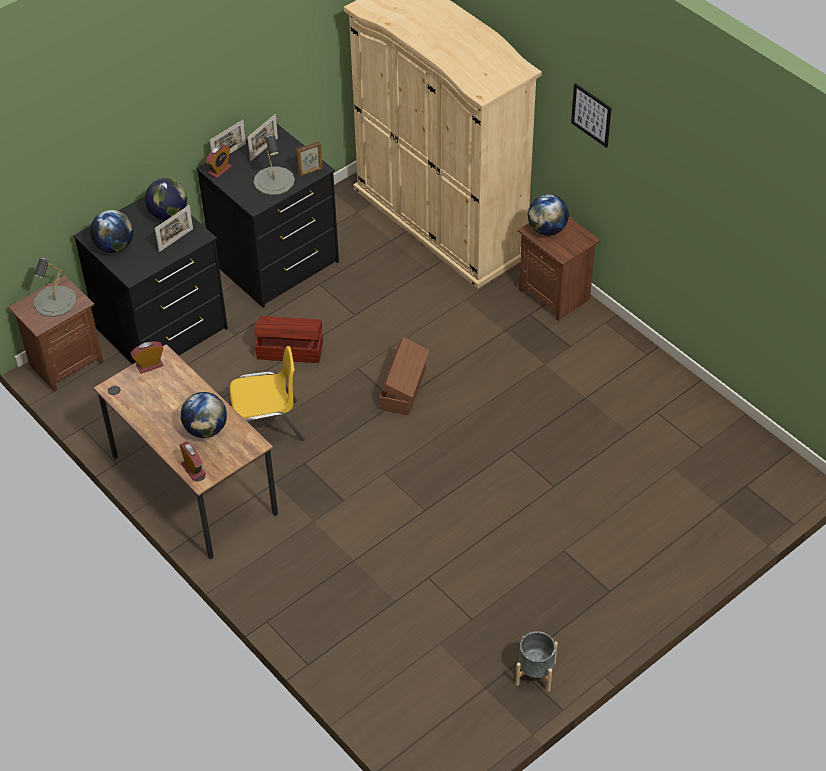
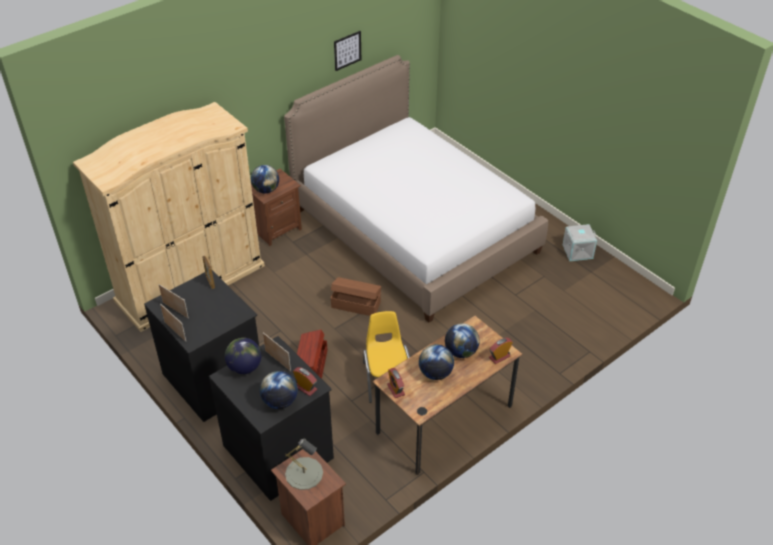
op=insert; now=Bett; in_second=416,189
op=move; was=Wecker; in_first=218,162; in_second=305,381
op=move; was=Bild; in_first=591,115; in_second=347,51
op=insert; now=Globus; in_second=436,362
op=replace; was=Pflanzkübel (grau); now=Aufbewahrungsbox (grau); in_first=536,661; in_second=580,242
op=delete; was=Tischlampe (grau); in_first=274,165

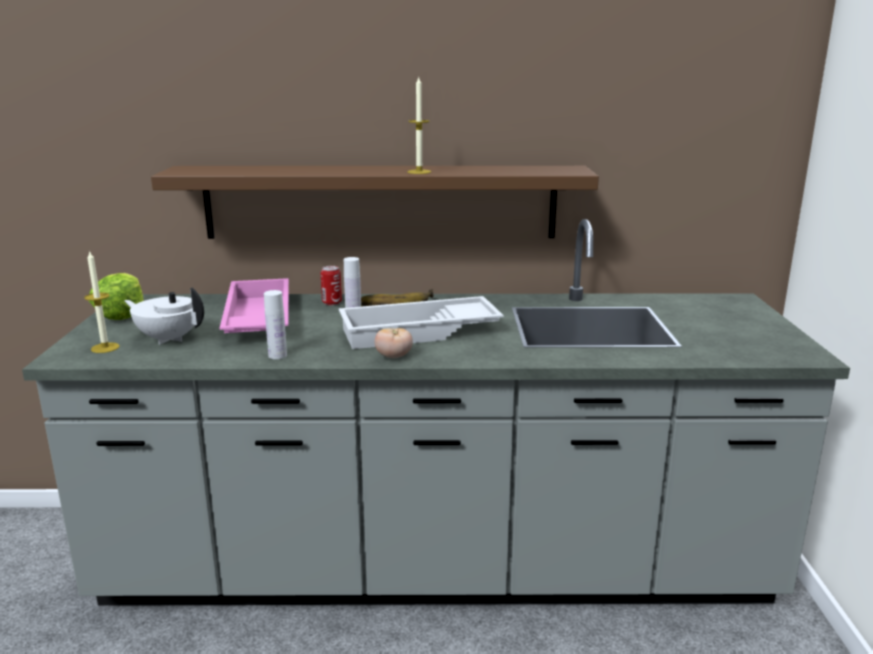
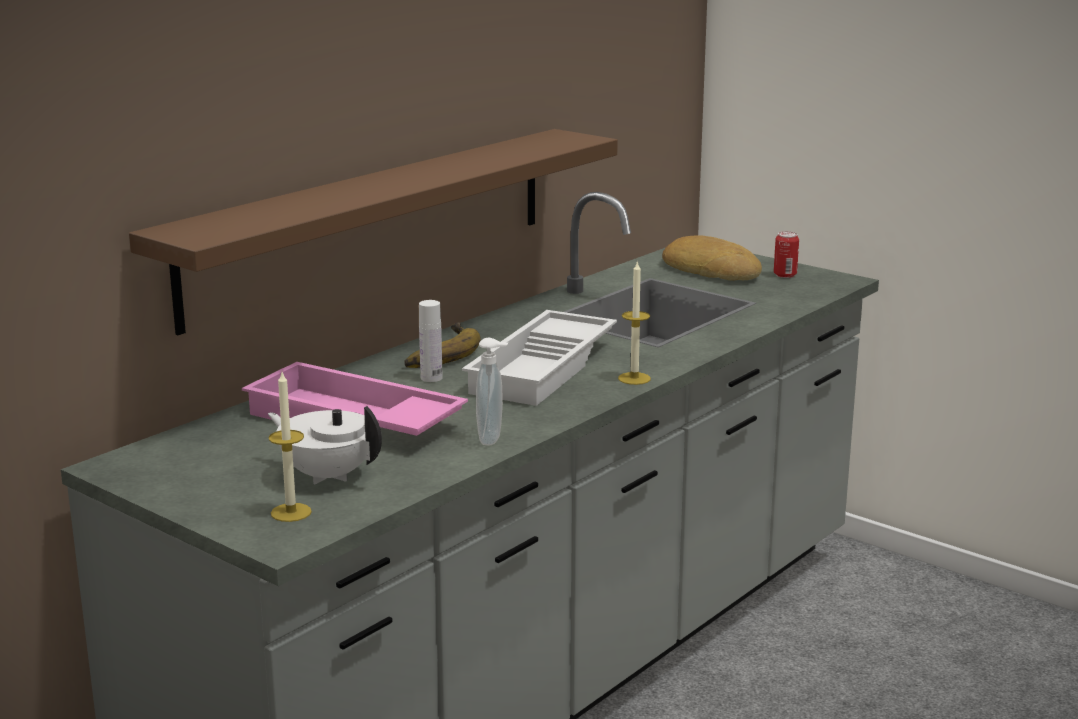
op=rotate; was=Teekanne (weiß); in_first=164,316; in_second=325,445; clockwise=60
op=replace; was=Flasche (weiß); now=Seifenspender; in_first=275,324; in_second=492,392
op=move; was=Kerze; in_first=419,125; in_second=634,323
op=insert; now=Brot; in_second=712,258
op=move; was=Dose; in_first=331,285; in_second=786,254
op=delete; was=Salatkopf; in_first=116,296
op=delete; was=Tomate; in_first=394,343

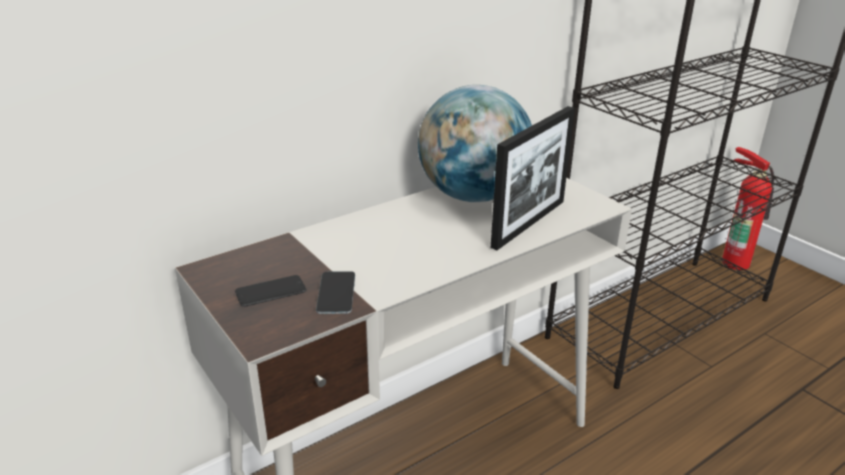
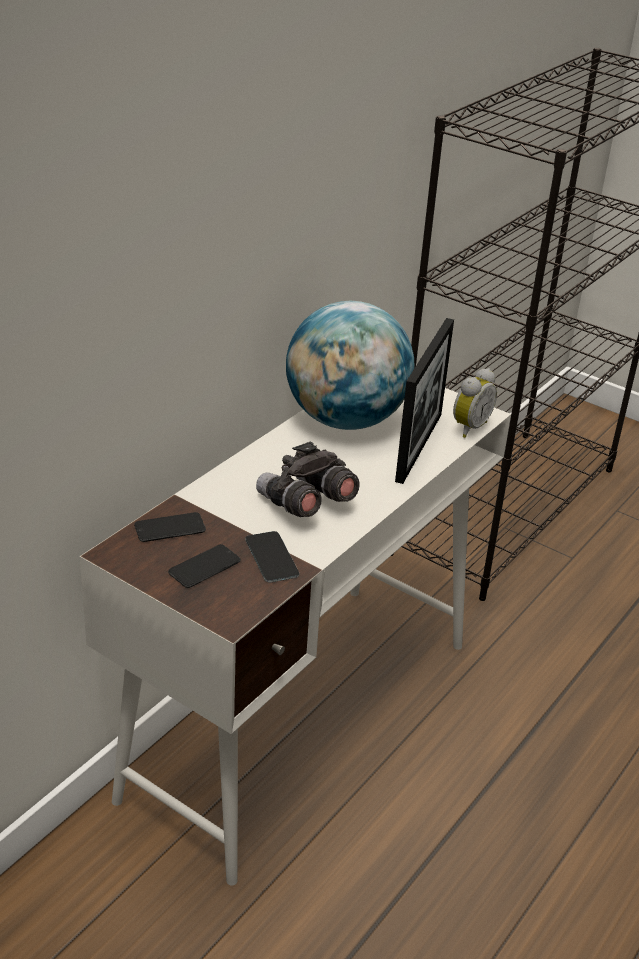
op=insert; now=Handy; in_second=170,527
op=insert; now=Fernglas (grau); in_second=308,479
op=insert; now=Wecker; in_second=475,403
op=delete; was=Feuerlöscher; in_first=748,208

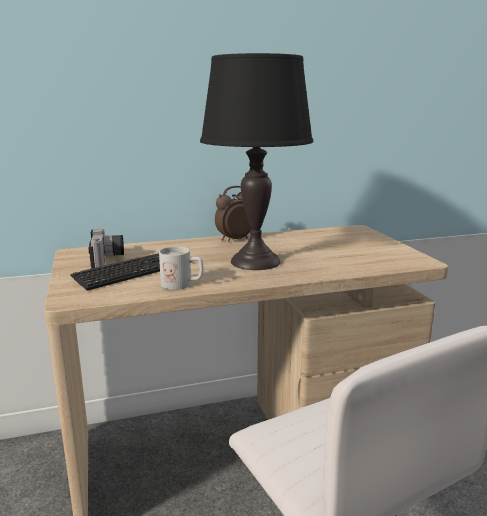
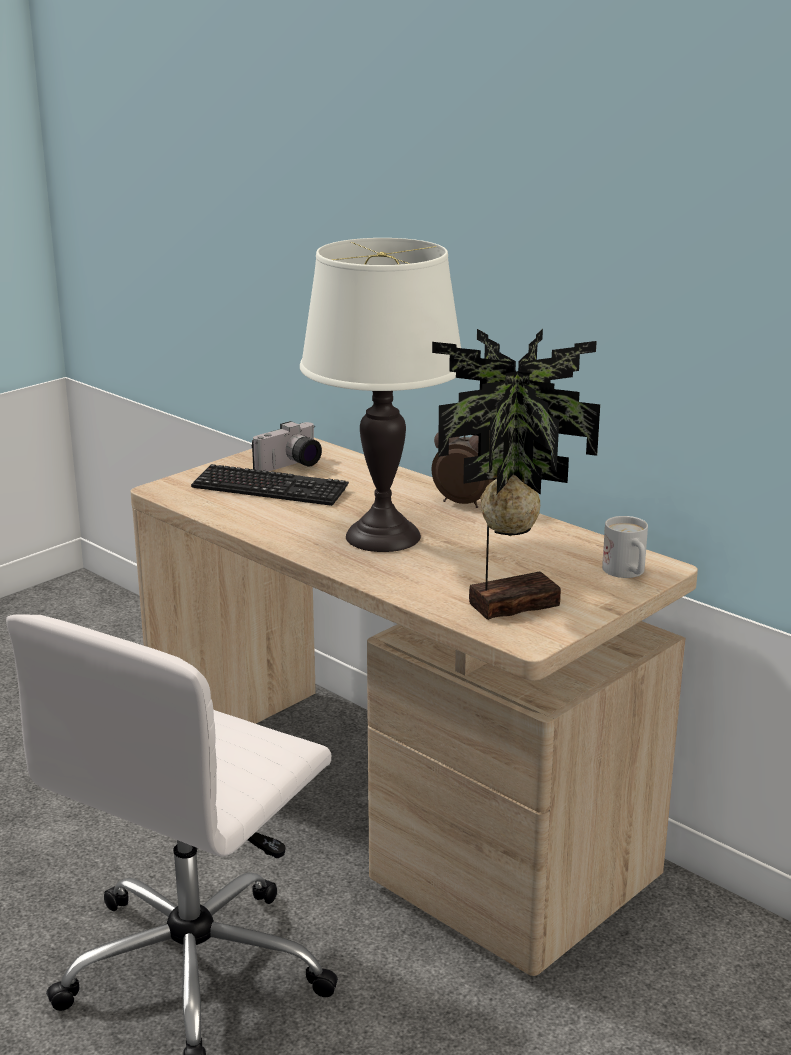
op=recolor; was=Tischlampe (schwarz); now=Tischlampe (weiß); in_first=257,161; in_second=380,395
op=insert; now=Topfpflanze; in_second=516,474
op=move; was=Henkelbecher (weiß); in_first=181,268; in_second=625,547

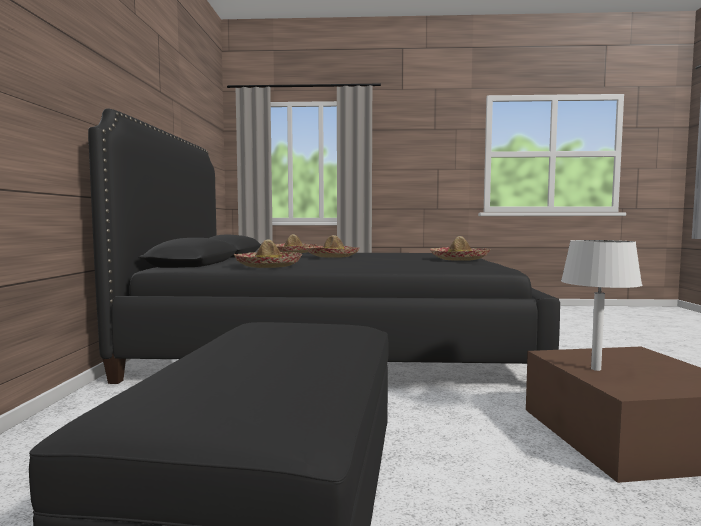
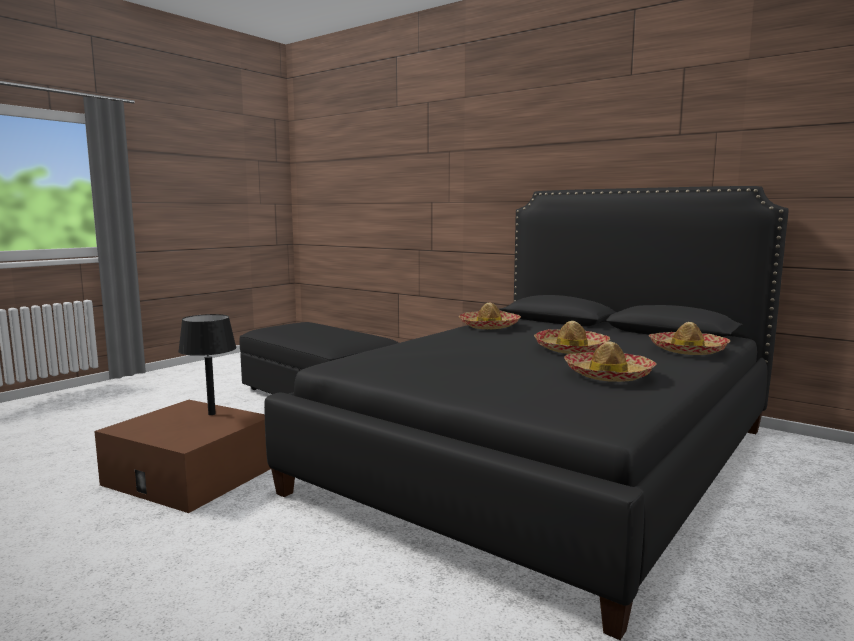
op=recolor; was=Tischlampe (weiß); now=Tischlampe (schwarz); in_first=601,305; in_second=207,364
op=move; was=Hut; in_first=460,248; in_second=610,361

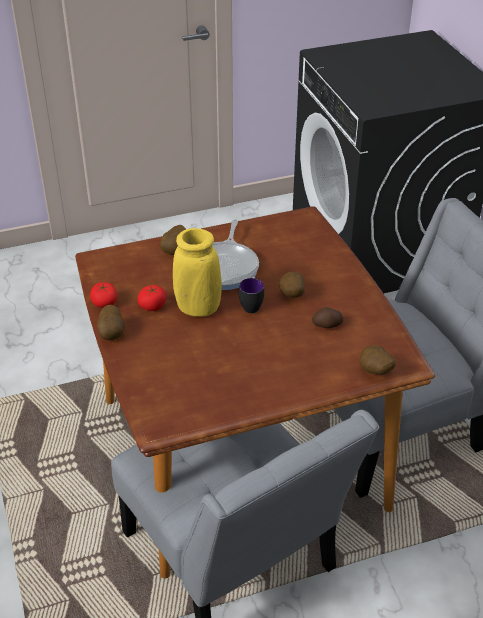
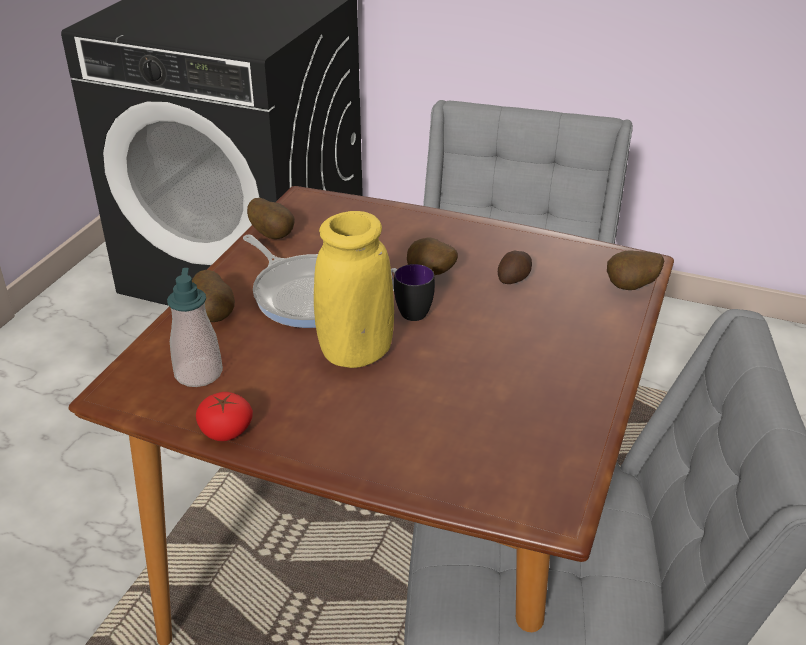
op=insert; now=Seifenspender; in_second=195,327
op=move; was=Kartoffel; in_first=111,322; in_second=271,218
op=delete; was=Tomate; in_first=151,298

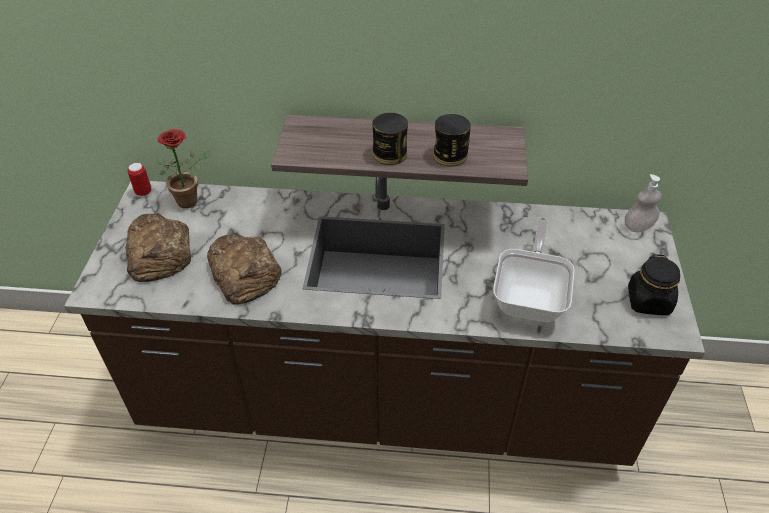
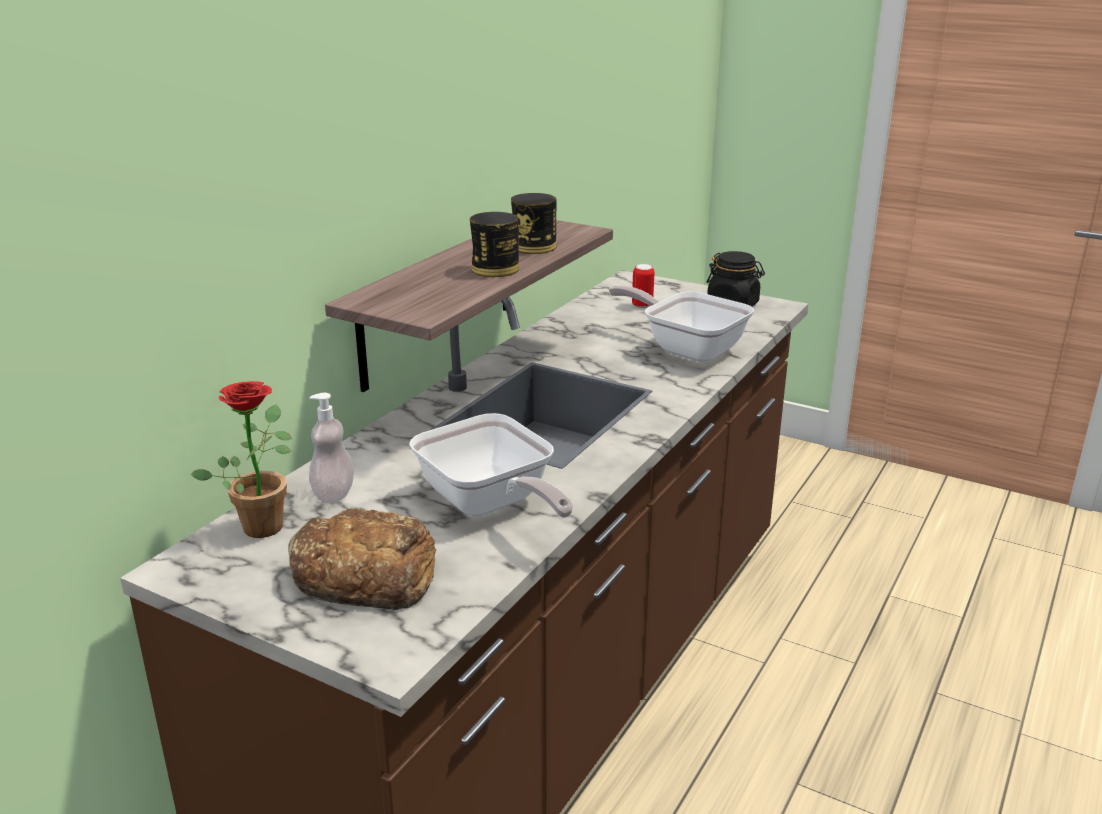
op=move; was=Seifenspender; in_first=643,203; in_second=331,448
op=replace; was=Brot; now=Pfanne; in_first=244,269; in_second=492,465
op=move; was=Dose; in_first=139,179; in_second=643,286

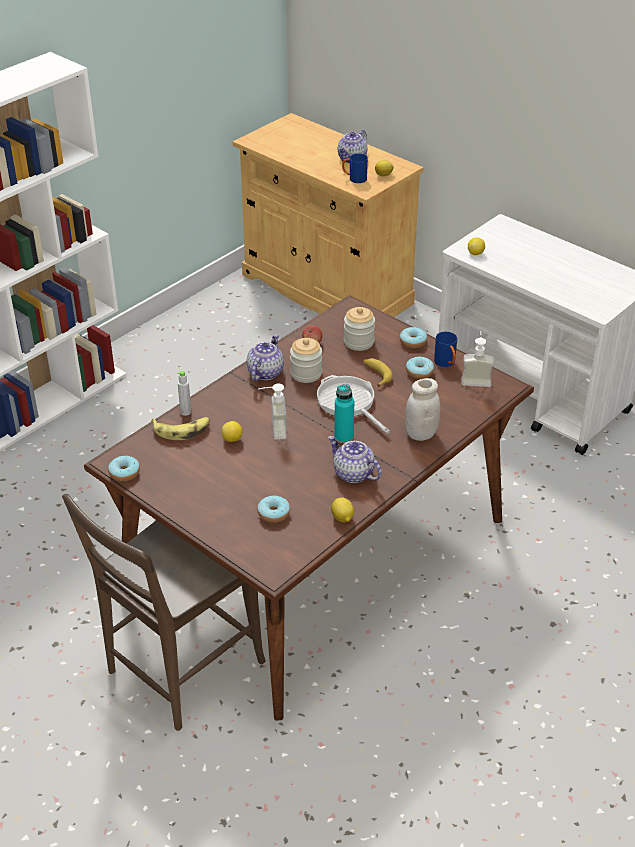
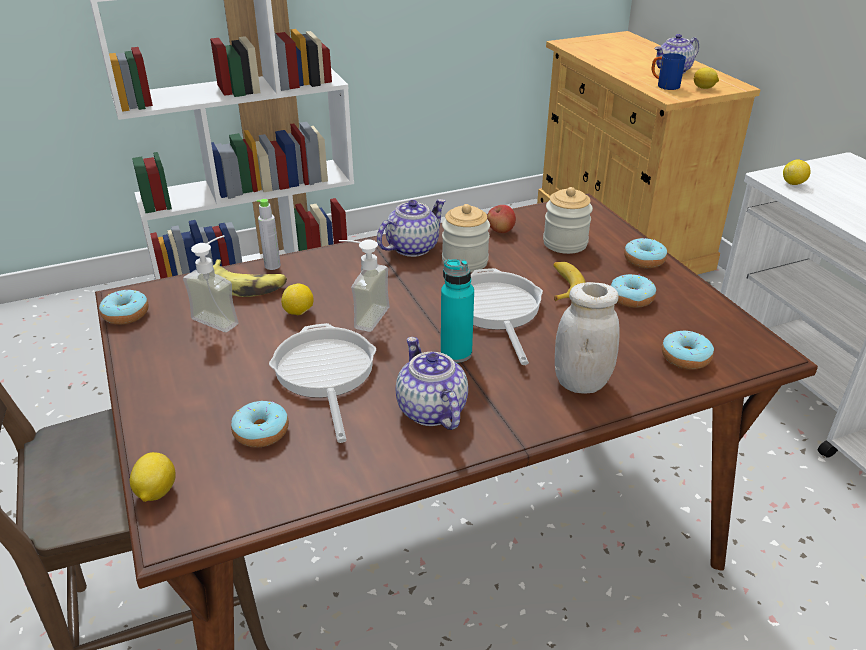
op=move; was=Zitrone; in_first=342,510; in_second=153,477
op=move; was=Seifenspender; in_first=477,358; in_second=211,283
op=insert; now=Pfanne; in_second=322,383
op=insert; now=Donut; in_second=688,350
op=delete; was=Henkelbecher (blau); in_first=445,349

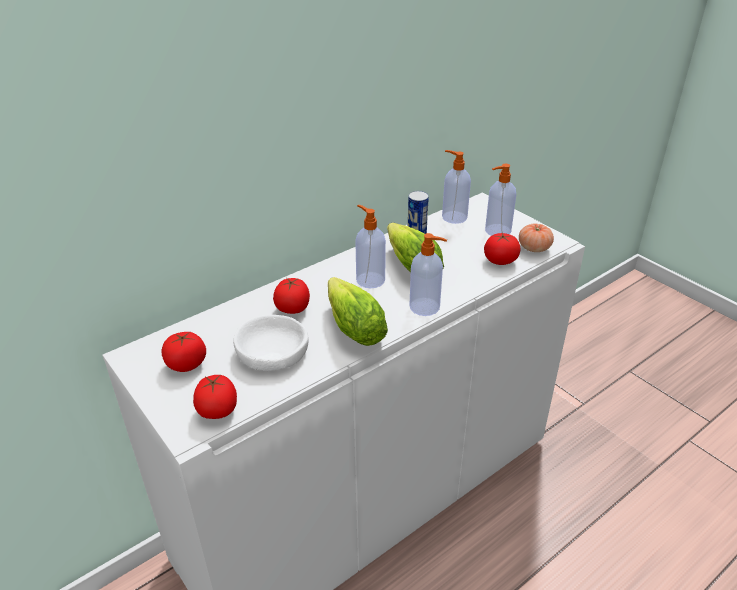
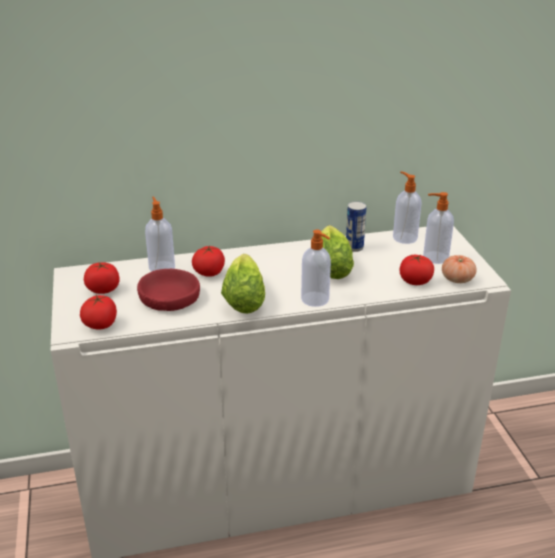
op=recolor; was=Schüssel (weiß); now=Schüssel (rot); in_first=271,343; in_second=168,290
op=move; was=Seifenspender; in_first=370,246; in_second=160,234

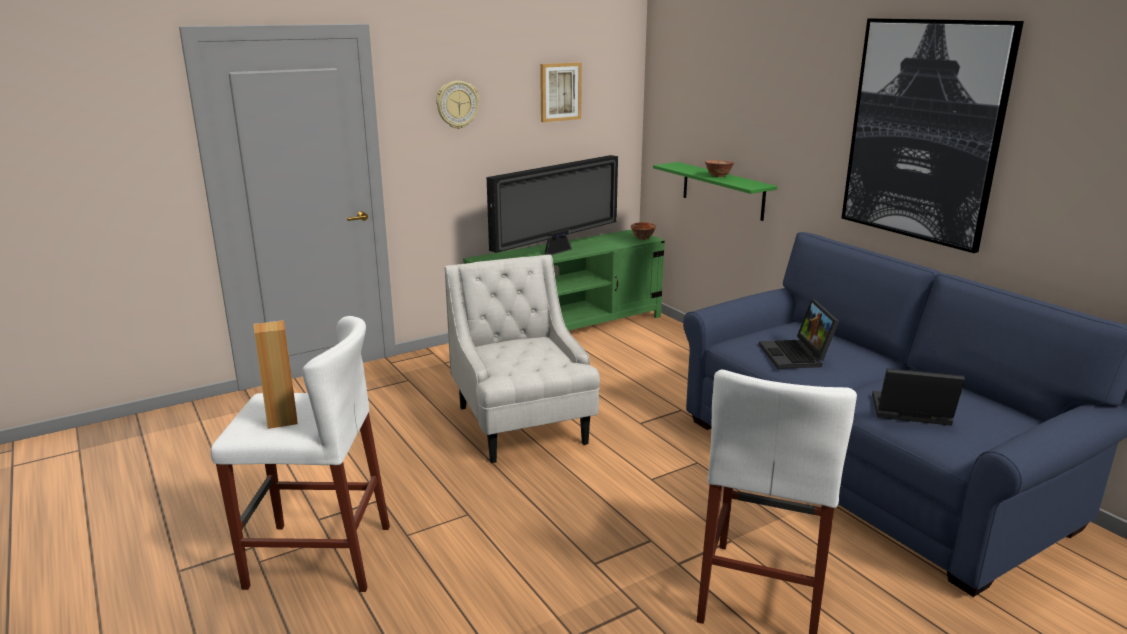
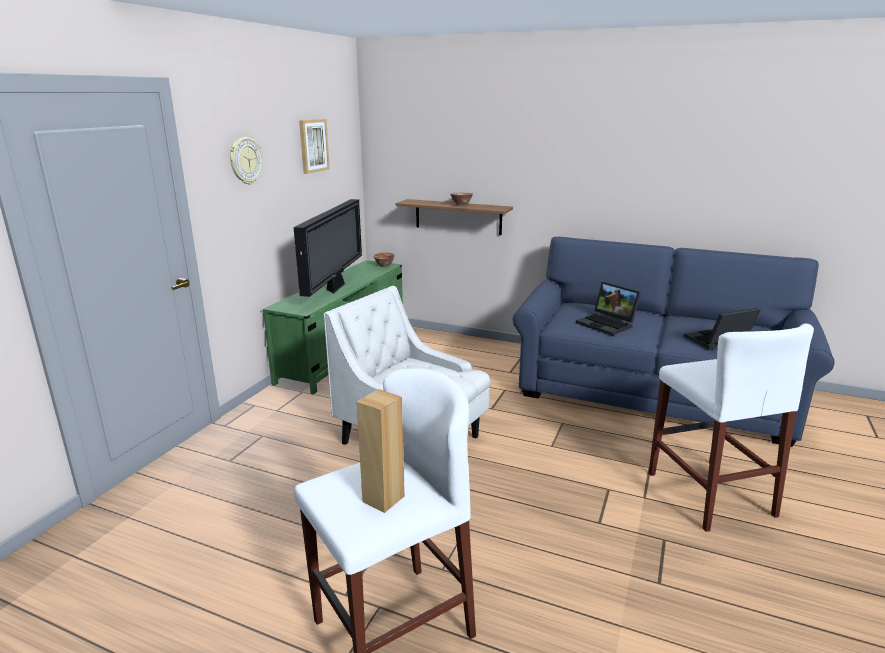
op=recolor; was=Wandregal (grün); now=Wandregal (braun); in_first=715,191; in_second=454,217
op=delete; was=Bild; in_first=933,135

